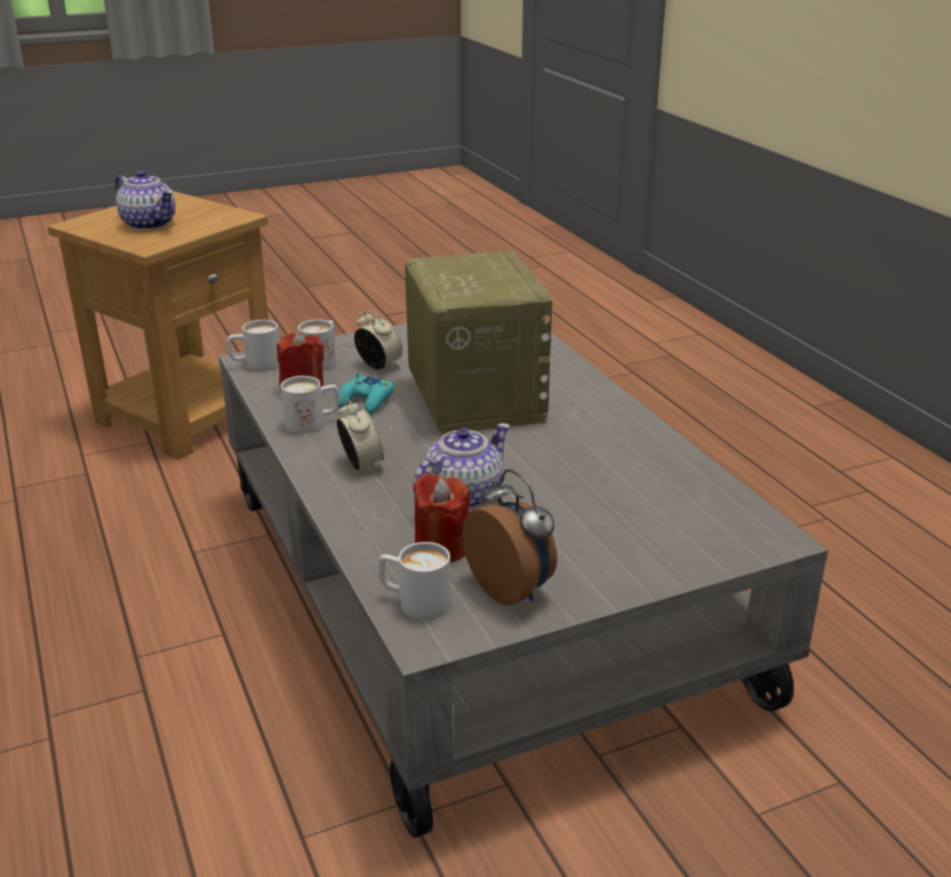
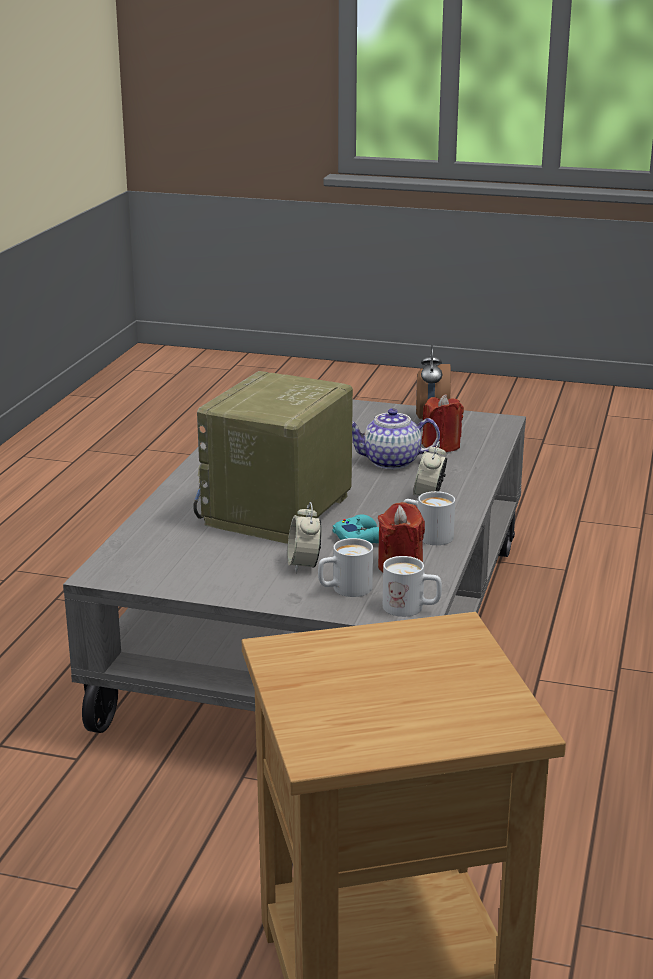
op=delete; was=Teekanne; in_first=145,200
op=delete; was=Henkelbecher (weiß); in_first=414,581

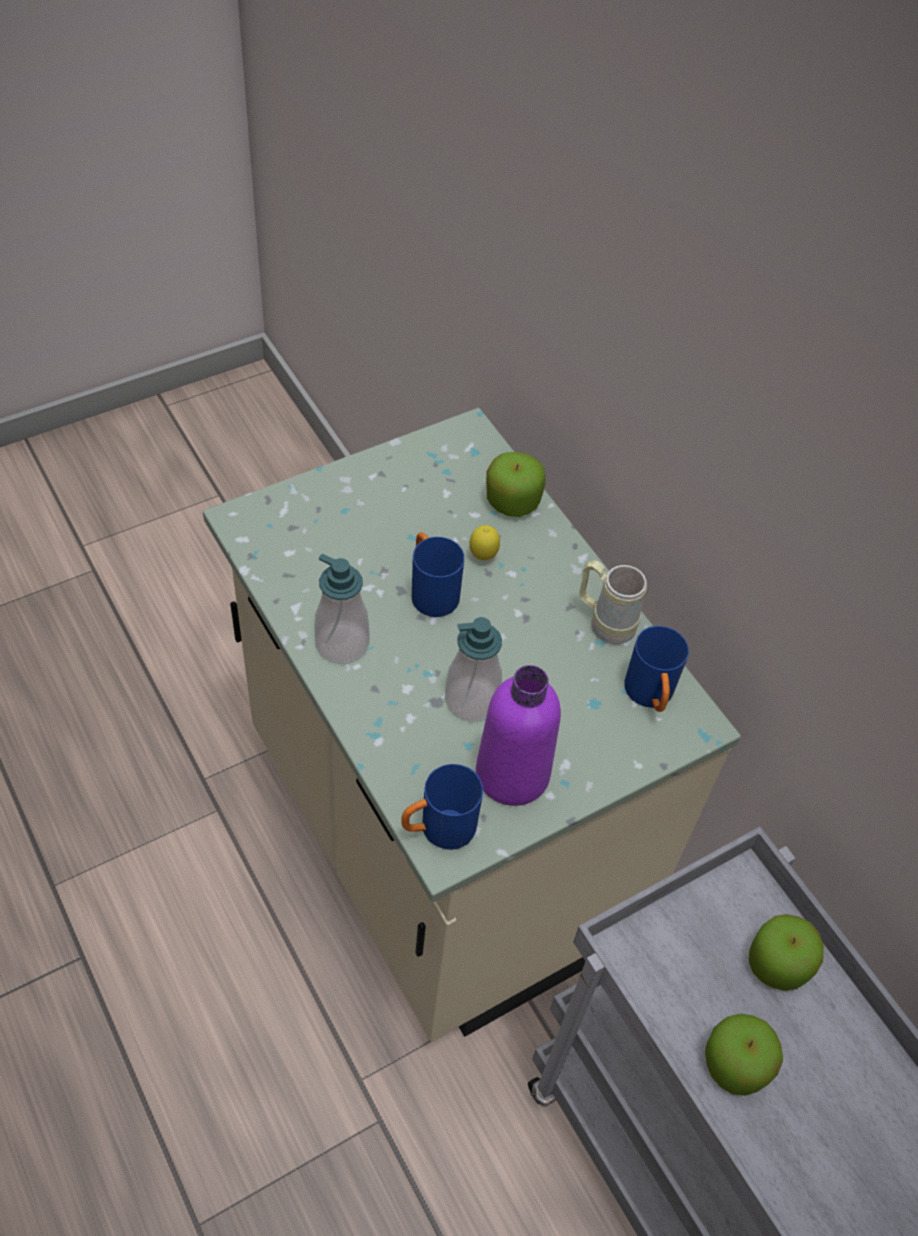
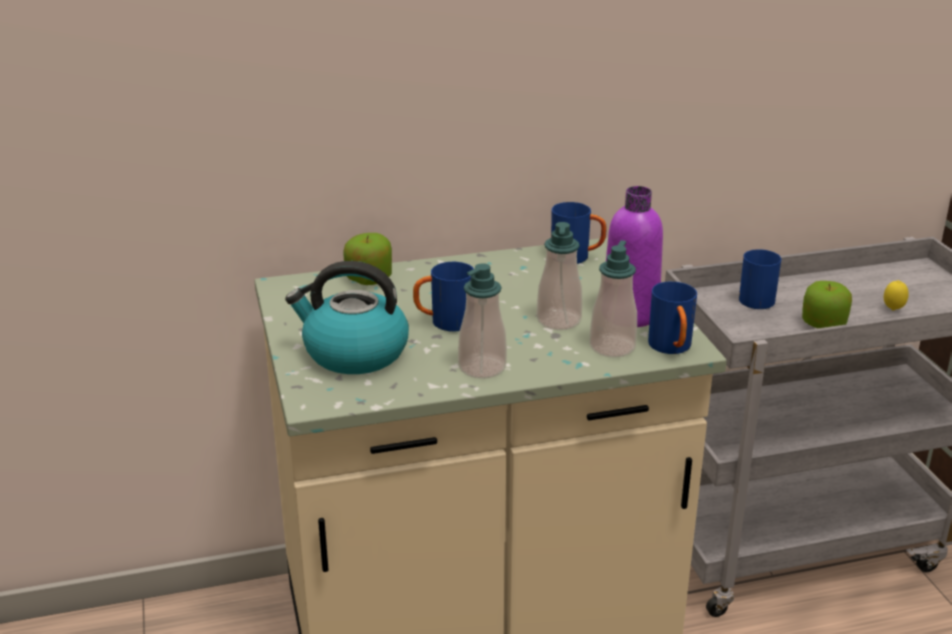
op=insert; now=Wasserkessel; in_second=347,317
op=insert; now=Seifenspender; in_second=613,299
op=replace; was=Apfel; now=Henkelbecher (blau); in_first=786,952; in_second=760,279
op=move; was=Zitrone; in_first=484,542; in_second=896,295
op=delete; was=Henkelbecher (beige); in_first=613,602

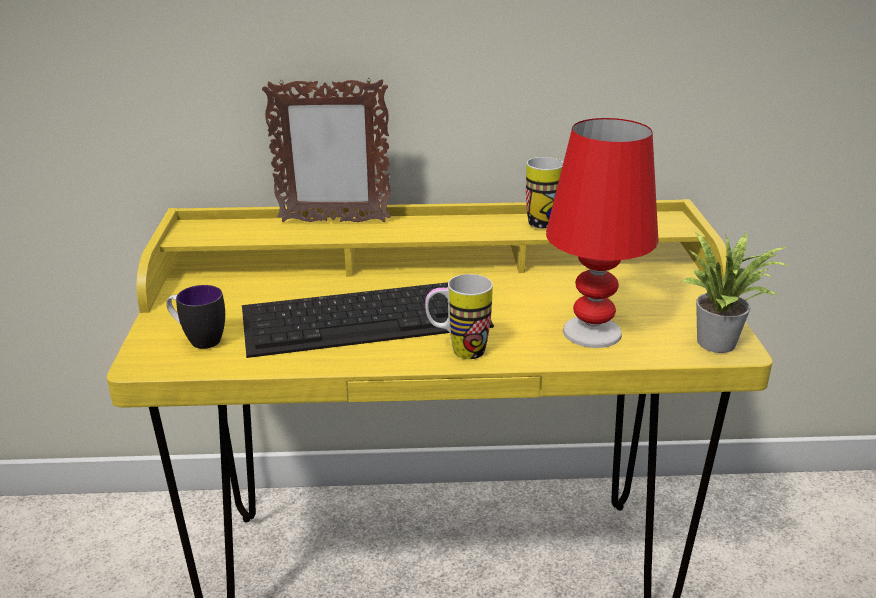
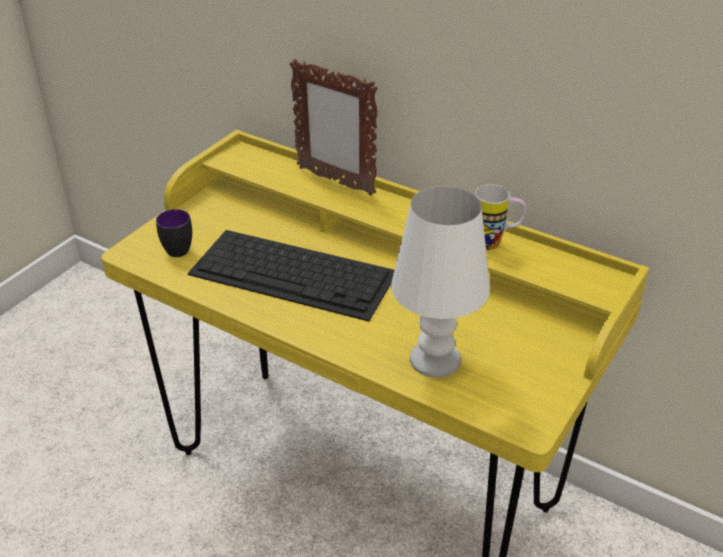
op=recolor; was=Tischlampe (rot); now=Tischlampe (weiß); in_first=602,233; in_second=440,281
op=delete; was=Henkelbecher; in_first=459,316
op=delete; was=Topfpflanze; in_first=734,292

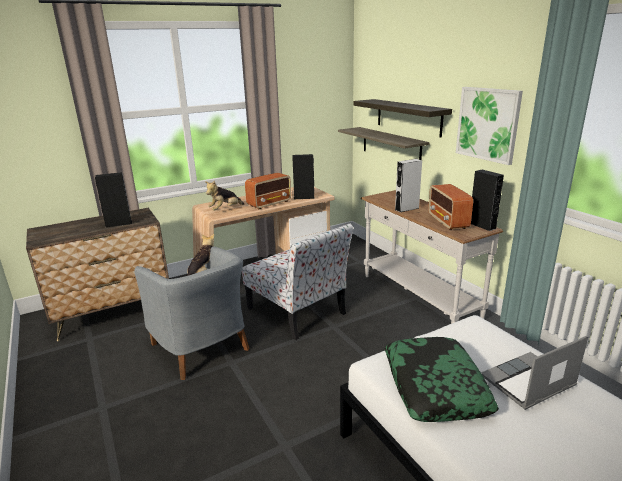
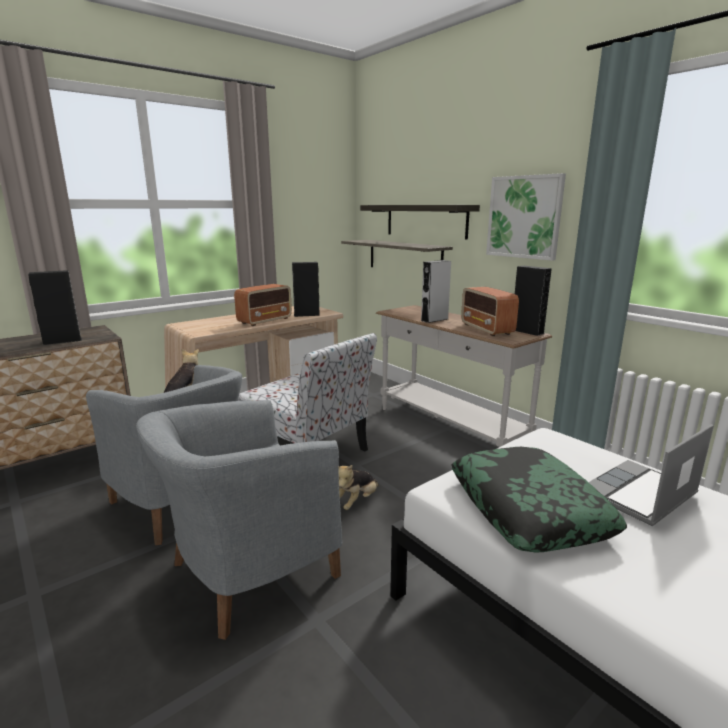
op=insert; now=Sessel (grau); in_second=239,520
op=move; was=Plüschtier; in_first=224,196; in_second=359,487

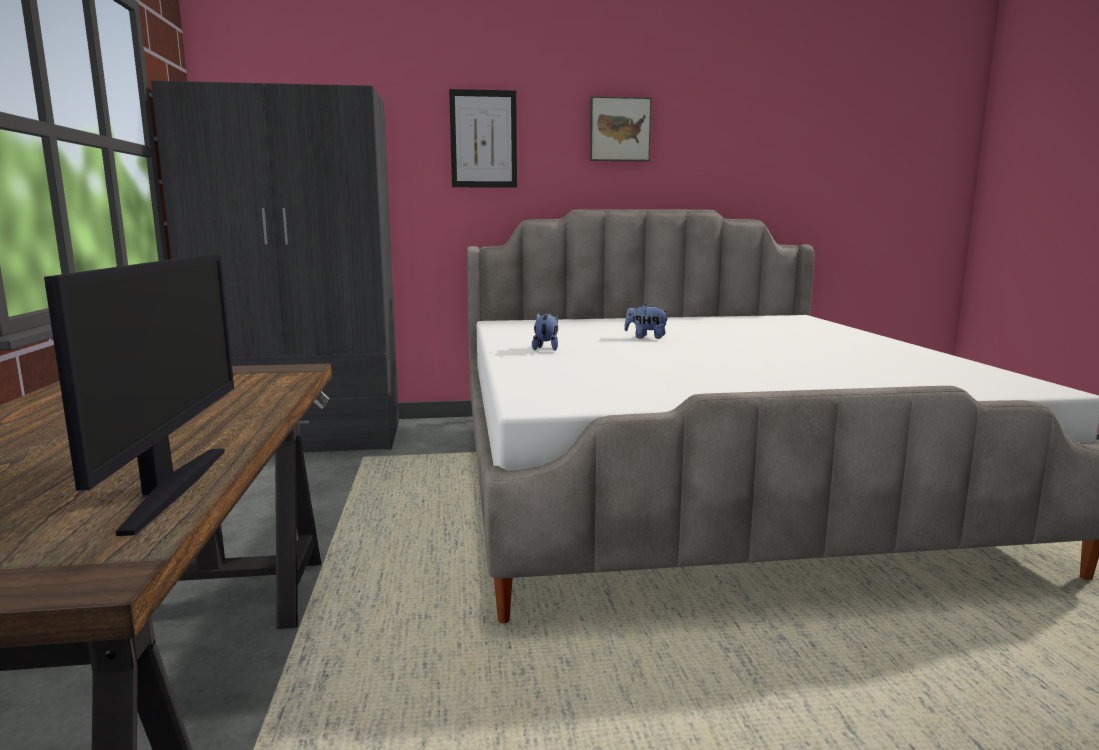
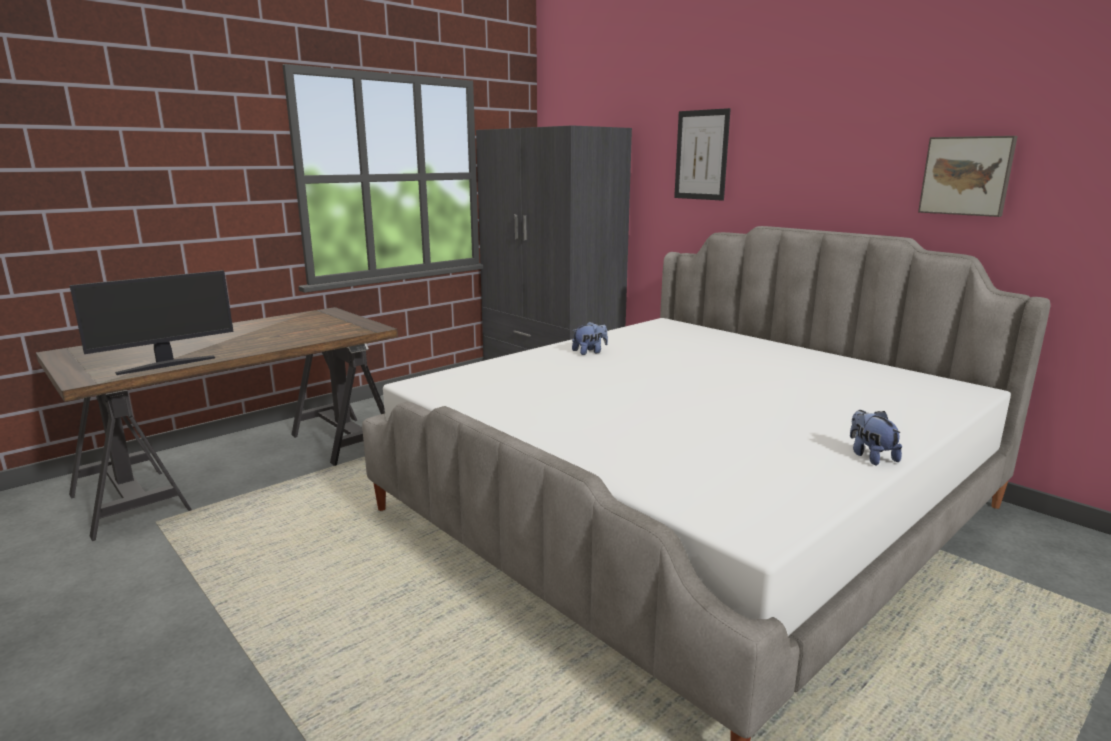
op=move; was=Plüschtier; in_first=647,321; in_second=876,437
op=move; was=Bild; in_first=620,129; in_second=968,176

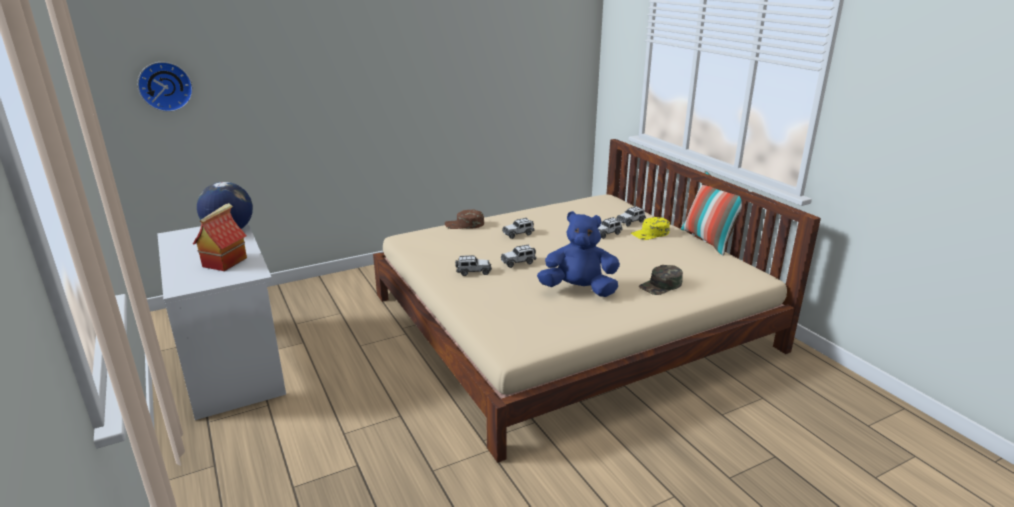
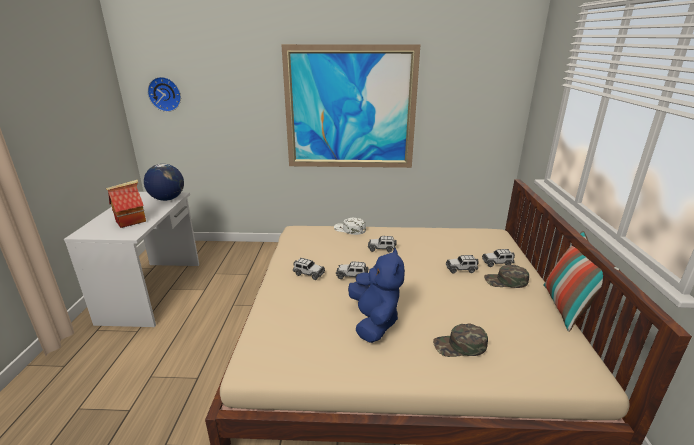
op=insert; now=Bild; in_second=350,106
op=recolor; was=Kappe (braun); now=Kappe (weiß); in_first=464,219; in_second=350,226
op=rotate; was=Plüschtier (blau); in_first=578,254; in_second=376,296; clockwise=45
op=recolor; was=Kappe (gelb); now=Kappe (grün); in_first=650,228; in_second=506,276

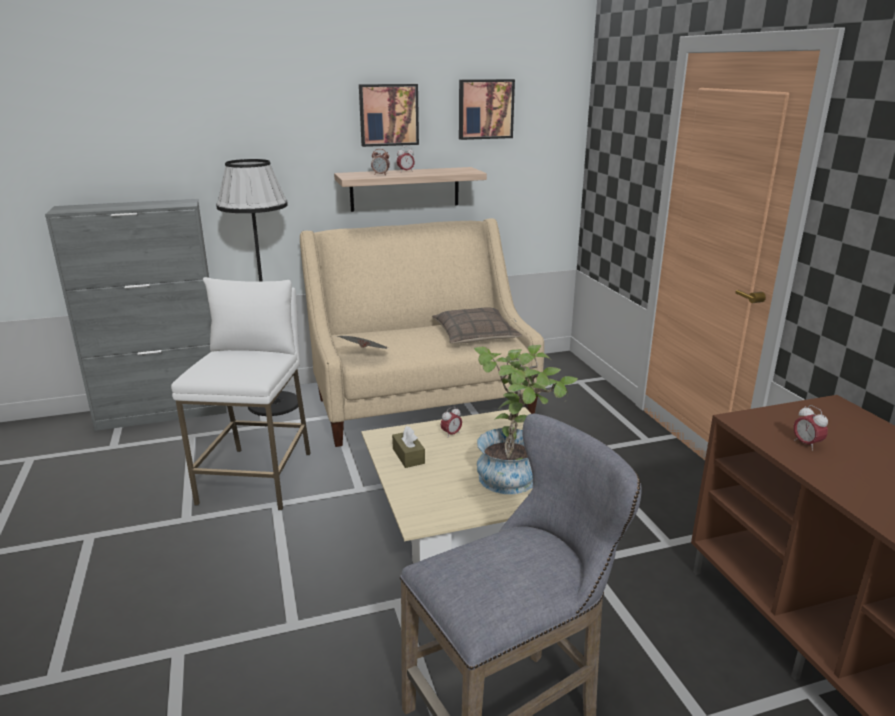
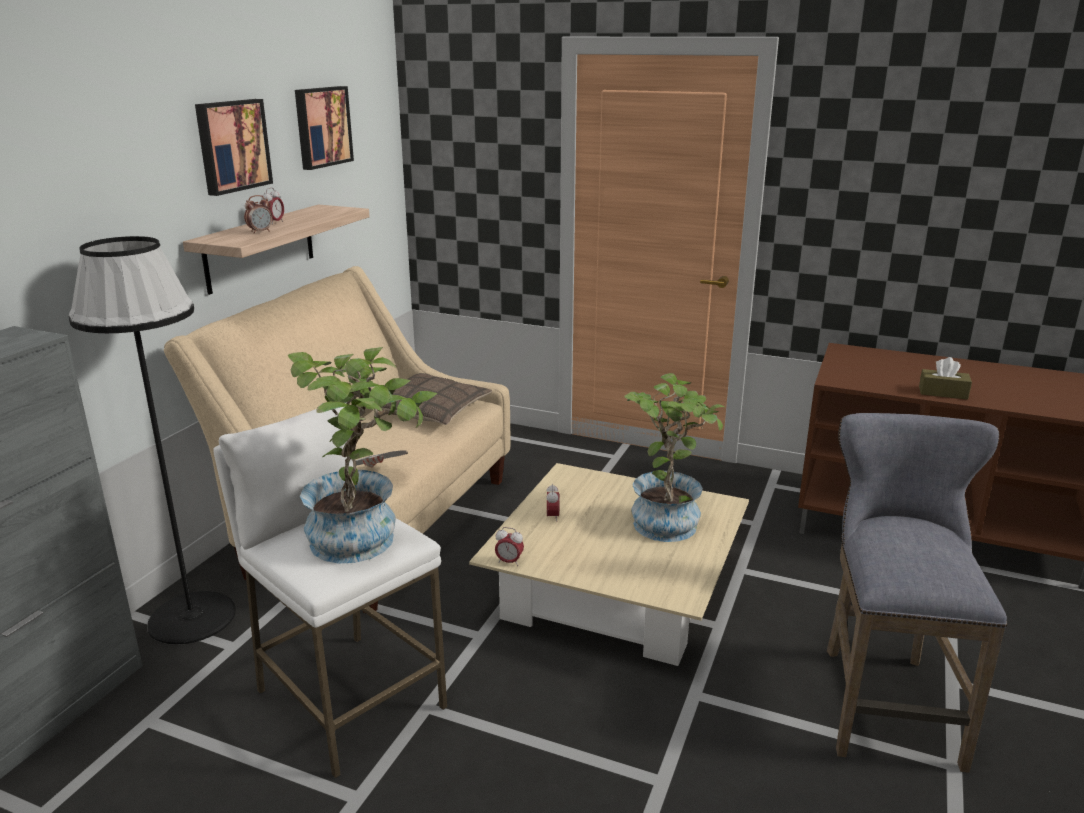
op=insert; now=Topfpflanze; in_second=363,455
op=move; was=Wecker; in_first=811,428; in_second=509,546
op=move; was=Taschentuchbox (braun); in_first=408,447; in_second=945,378

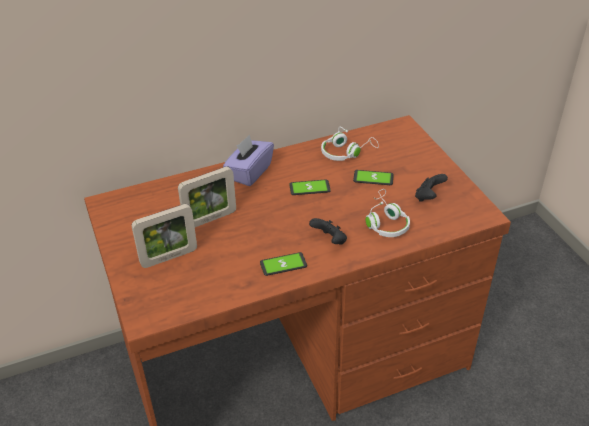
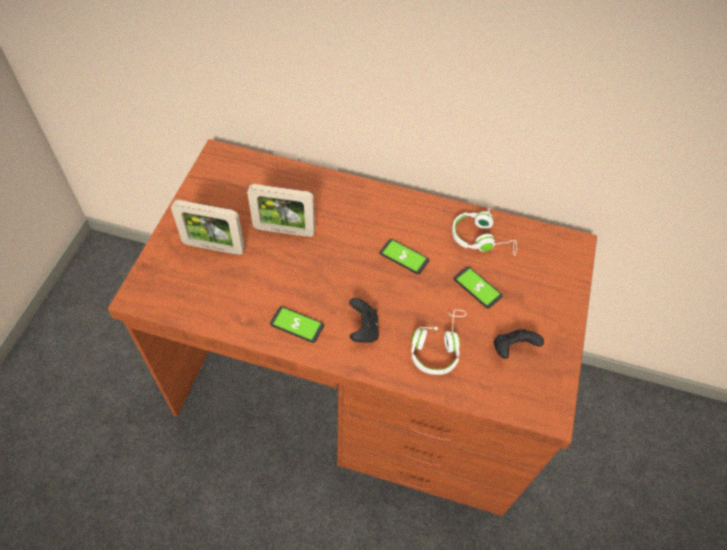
op=delete; was=Taschentuchbox (lila); in_first=248,160

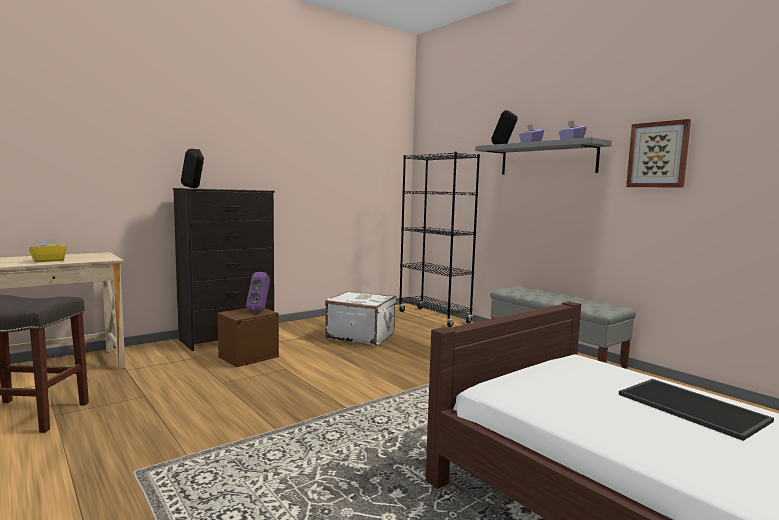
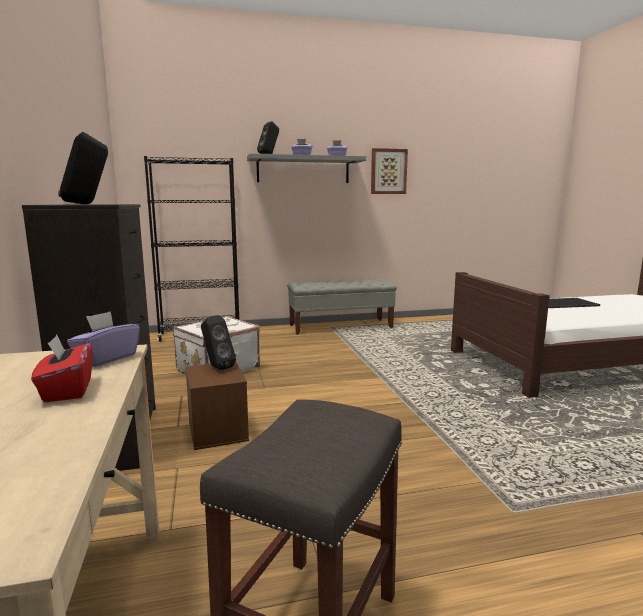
op=recolor; was=Taschentuchbox (gelb); now=Taschentuchbox (rot); in_first=48,250; in_second=61,368
op=insert; now=Taschentuchbox (lila); in_second=103,339
op=recolor; was=Lautsprecher (lila); now=Lautsprecher (schwarz); in_first=258,292; in_second=218,342

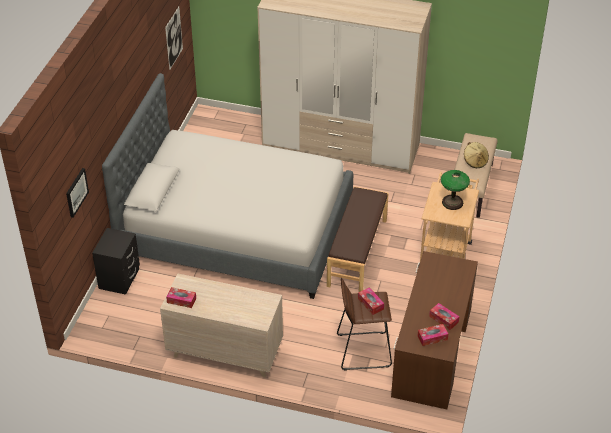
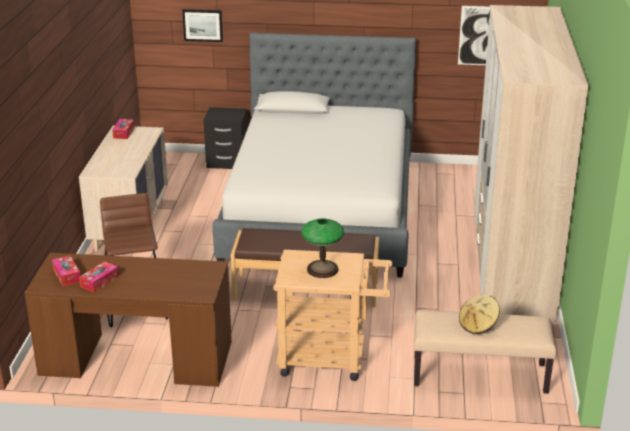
op=delete; was=Taschentuchbox; in_first=371,301

